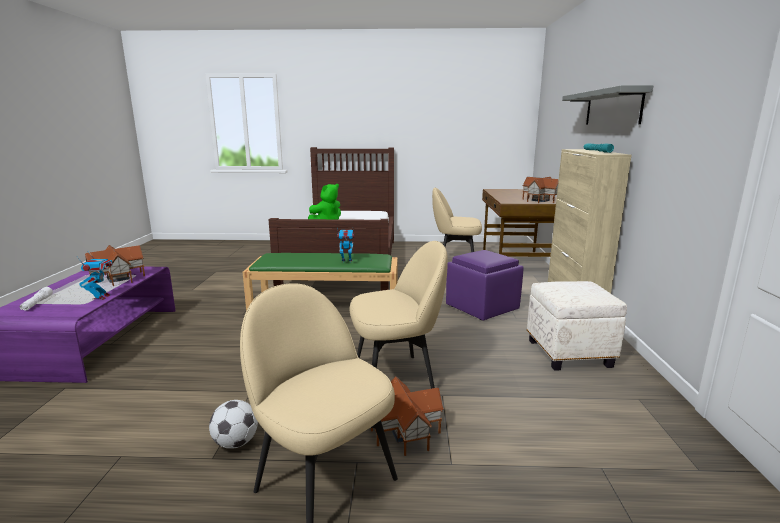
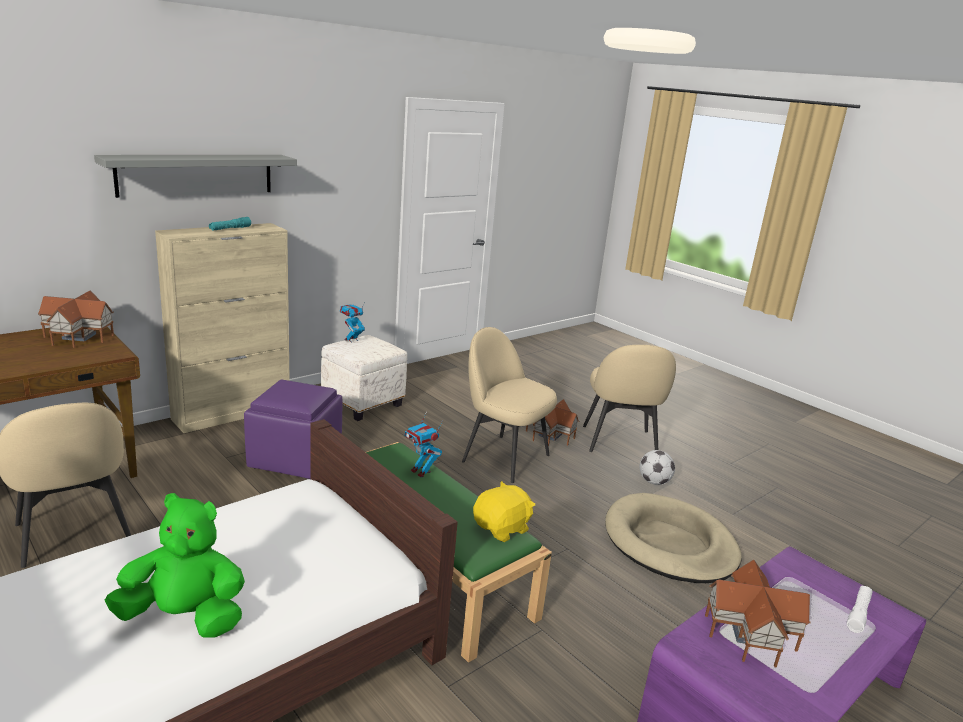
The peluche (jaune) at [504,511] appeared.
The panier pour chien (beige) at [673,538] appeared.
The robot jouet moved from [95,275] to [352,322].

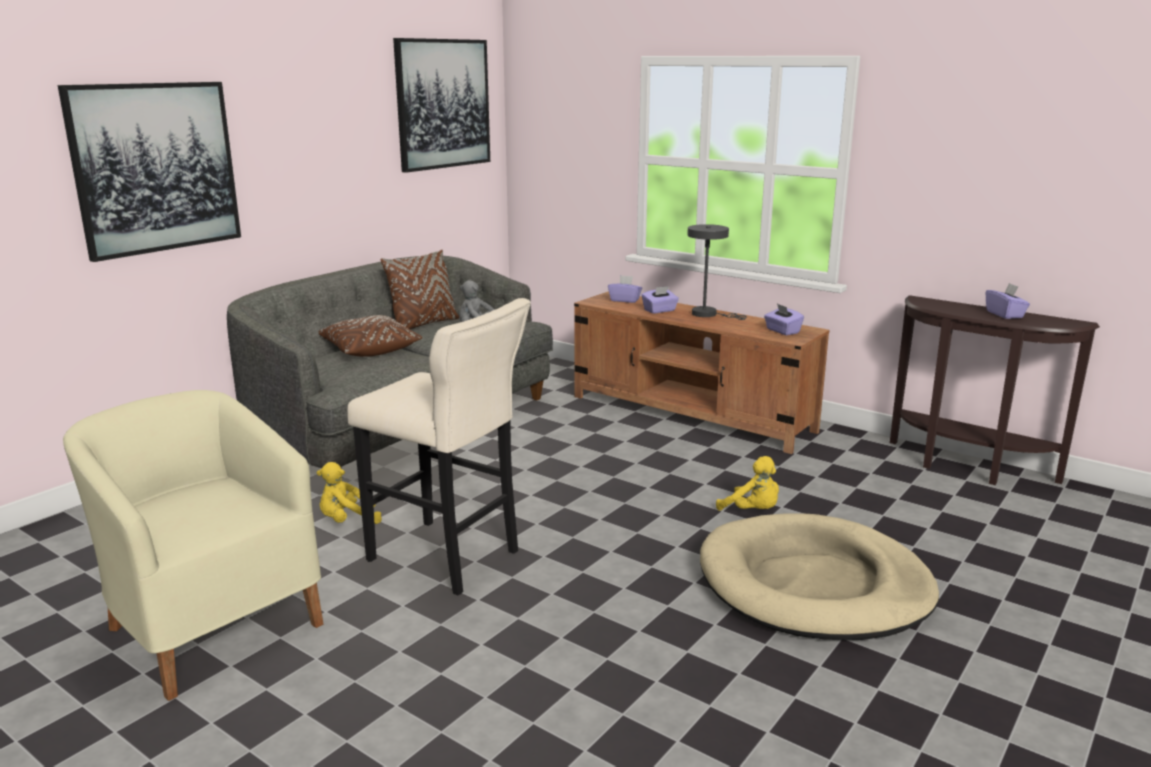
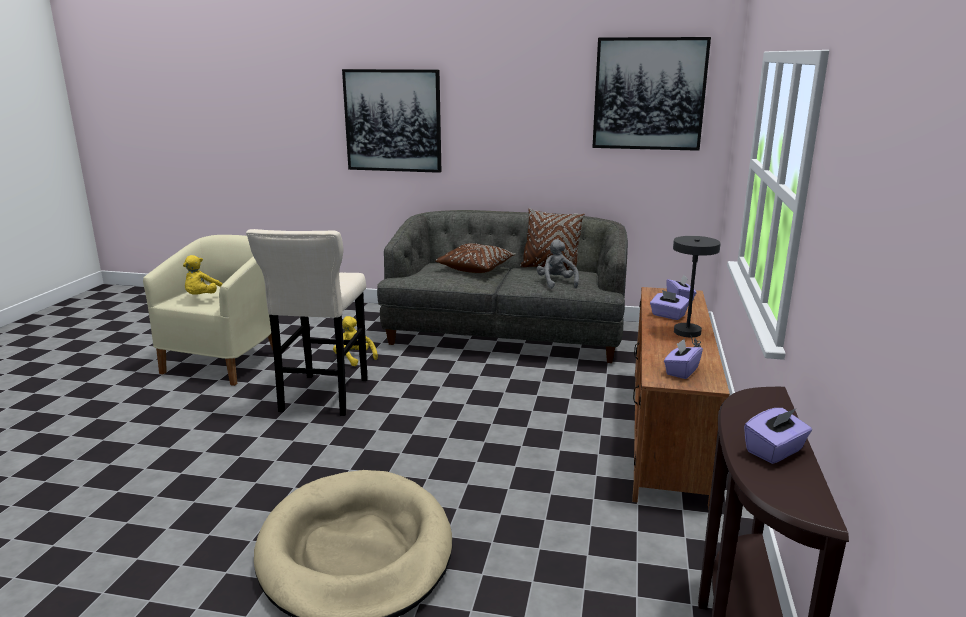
The peluche (jaune) moved from [747,483] to [202,275].

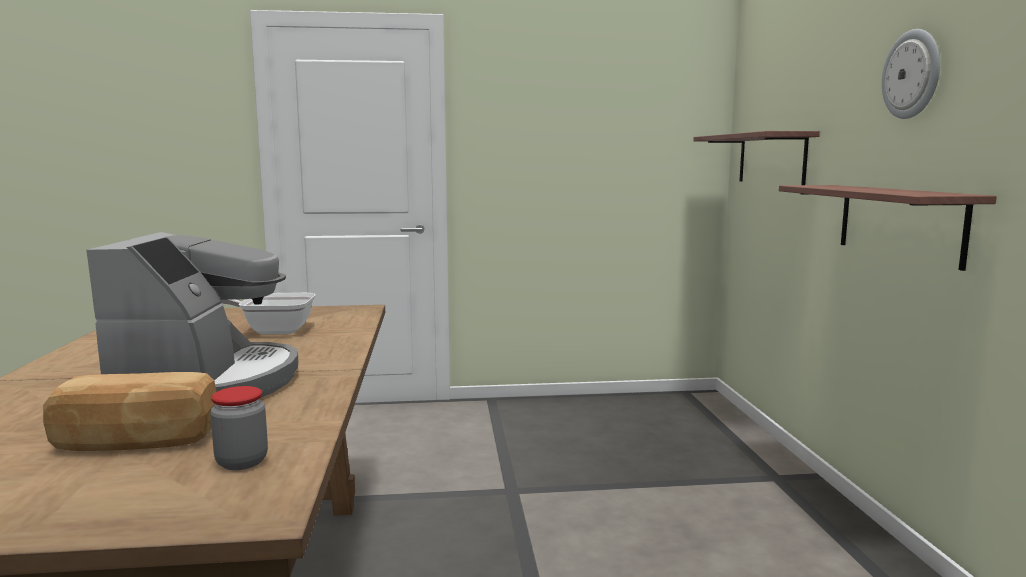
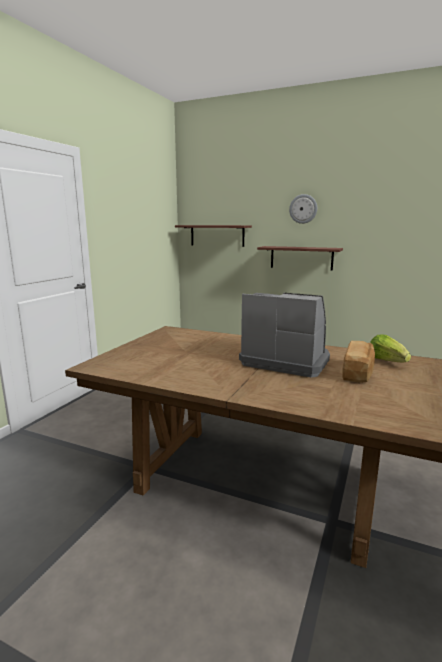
The poêle at [268,314] disappeared.
The bocal at [239,428] was replaced by the laitue at [390,348].

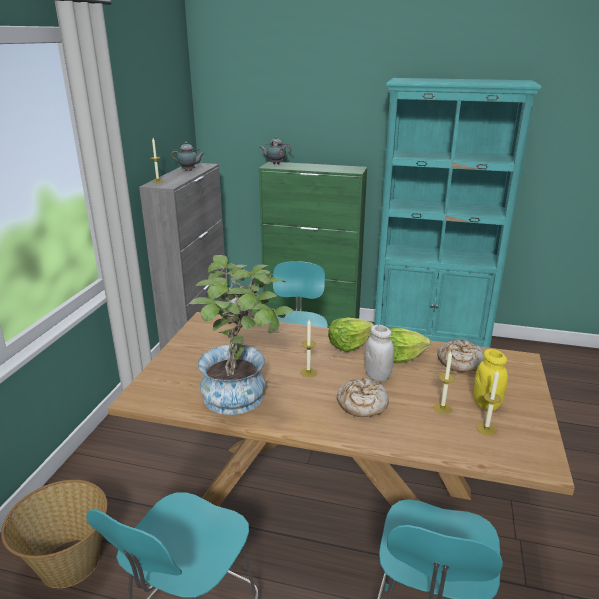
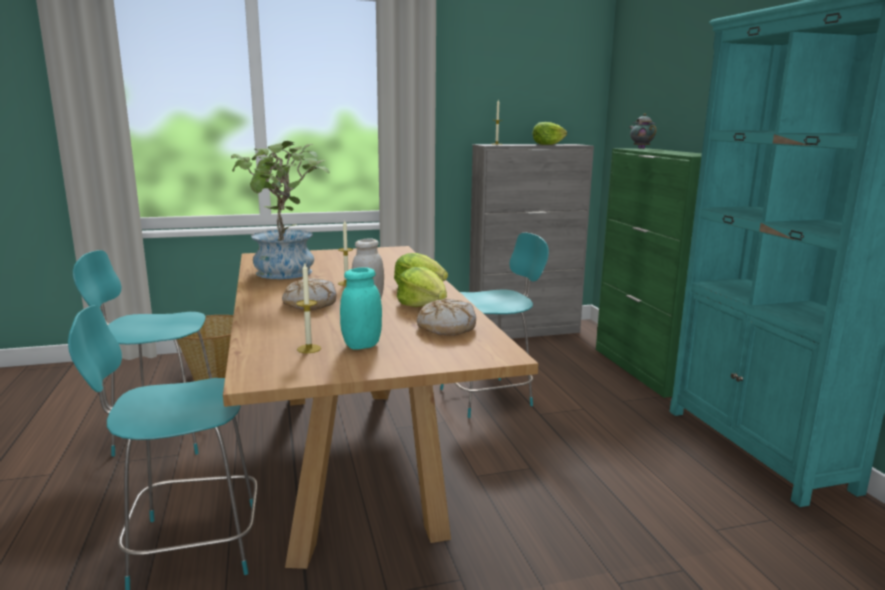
The bougie at [444,382] disappeared.
The théière at [188,156] was replaced by the laitue at [549,133].
The bocal (jaune) at [491,380] became the bocal (turquoise) at [361,308].

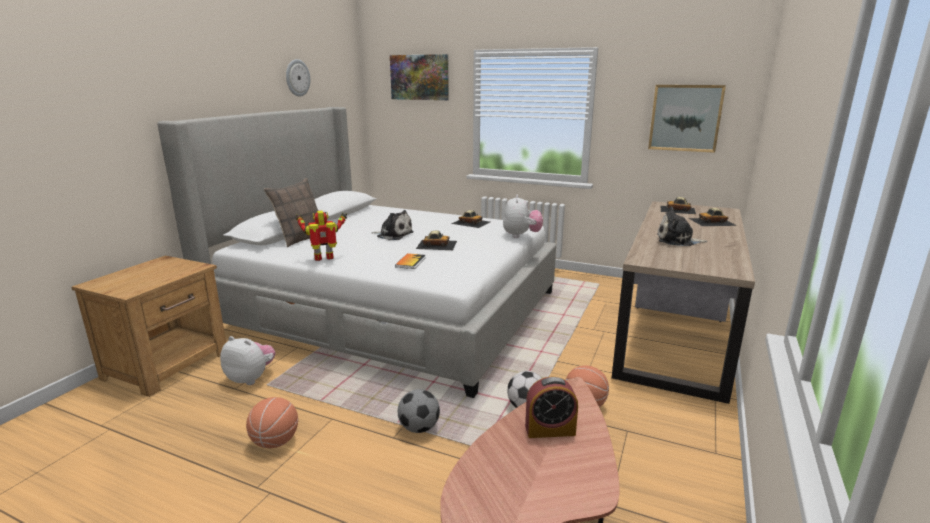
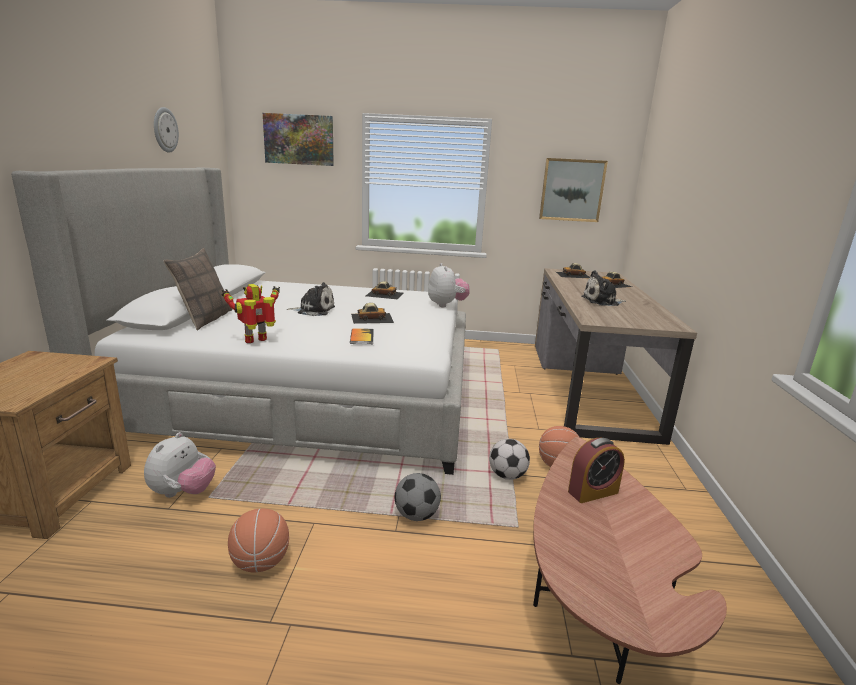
The peluche at [247,360] turned 105 degrees clockwise.

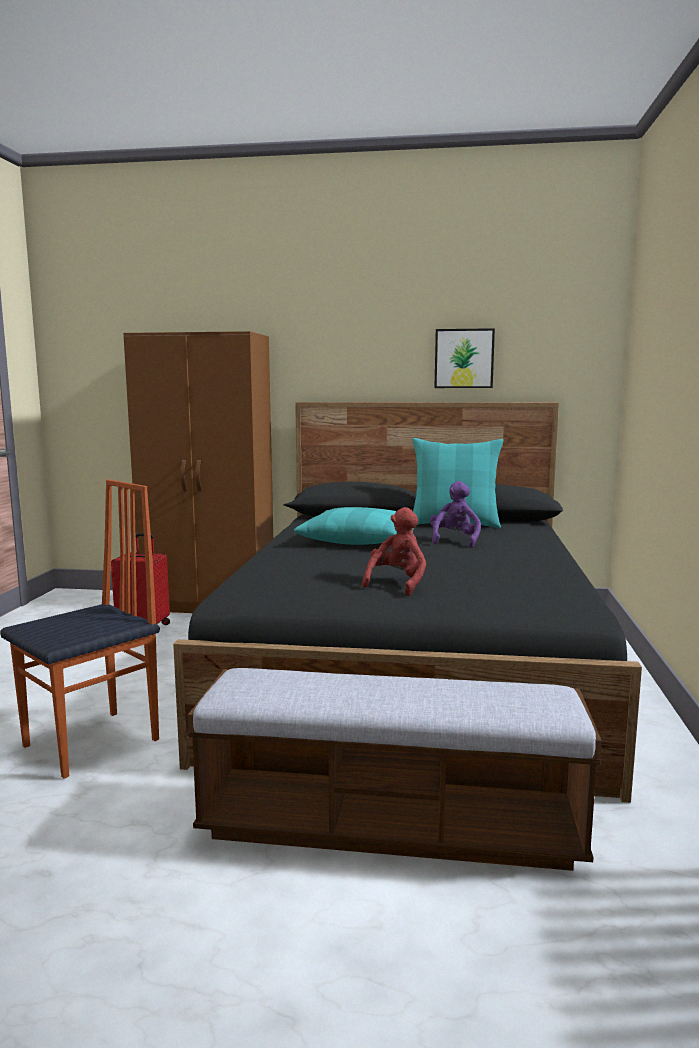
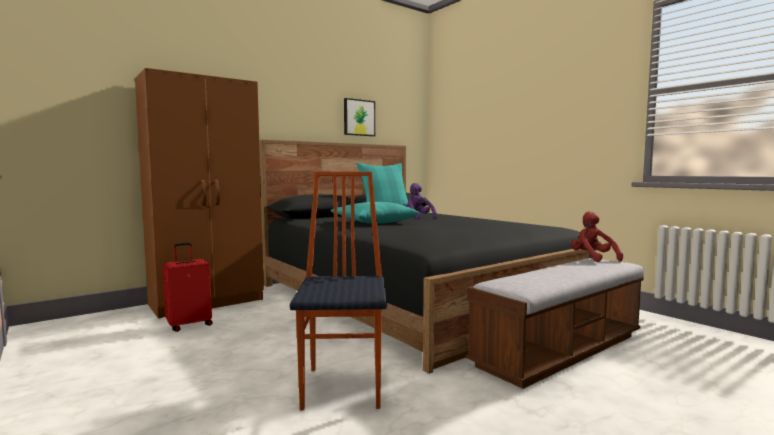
The peluche (rouge) moved from [394,551] to [597,236].

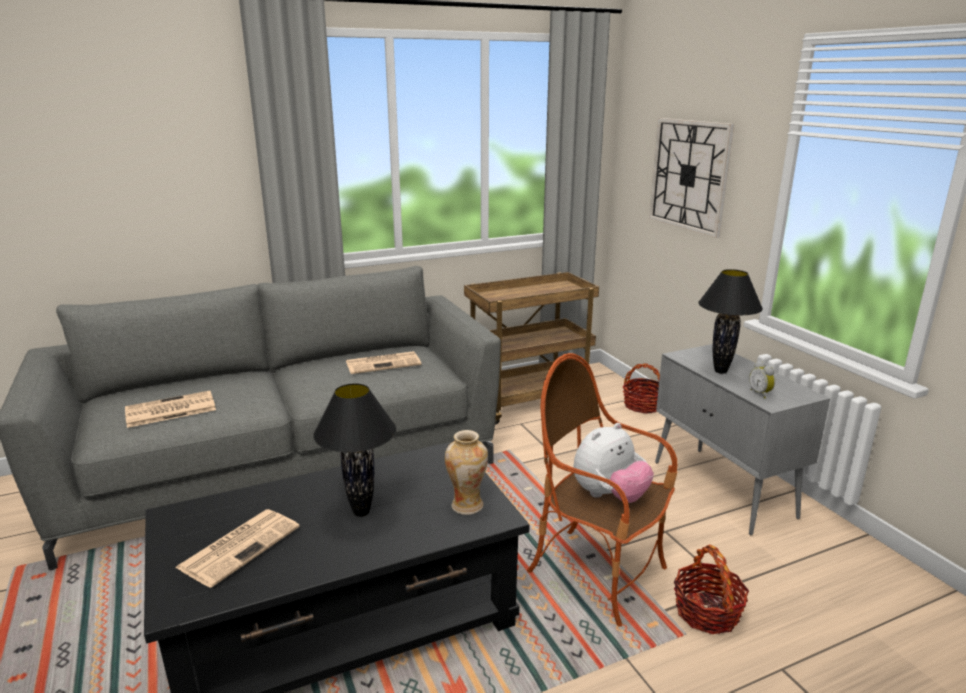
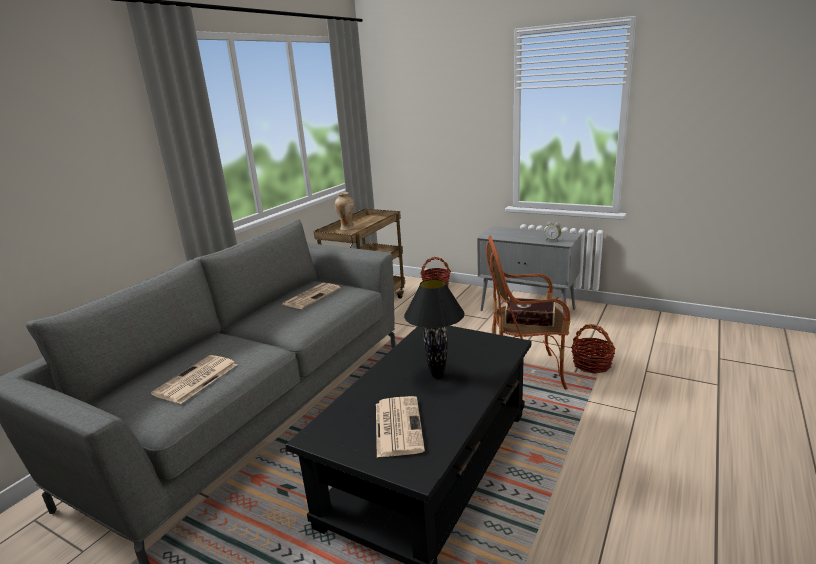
The horloge murale at [691,178] disappeared.
The lampe de table (noir) at [730,321] disappeared.
The vase moved from [466,472] to [345,211].
The peluche at [613,463] was replaced by the livre at [530,312].

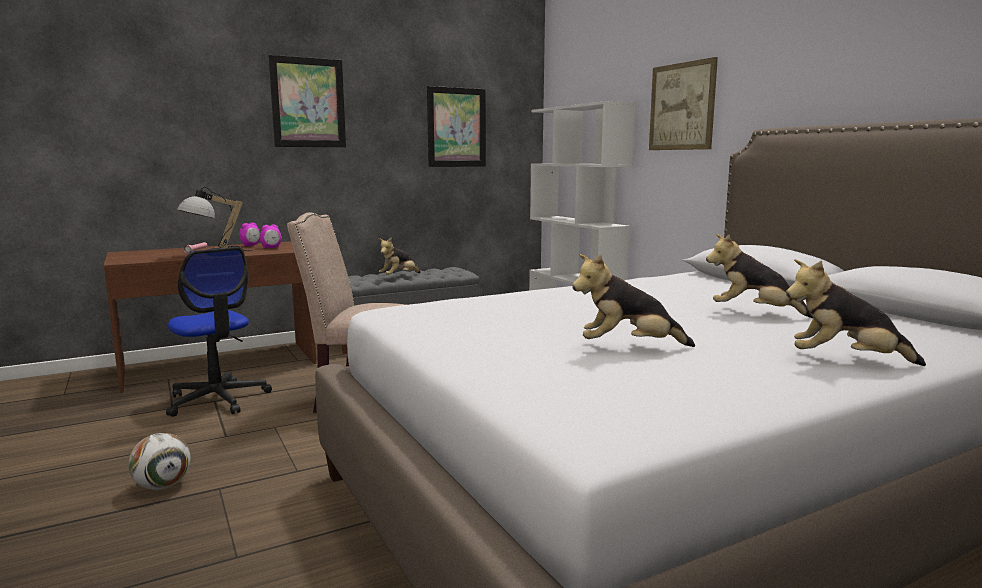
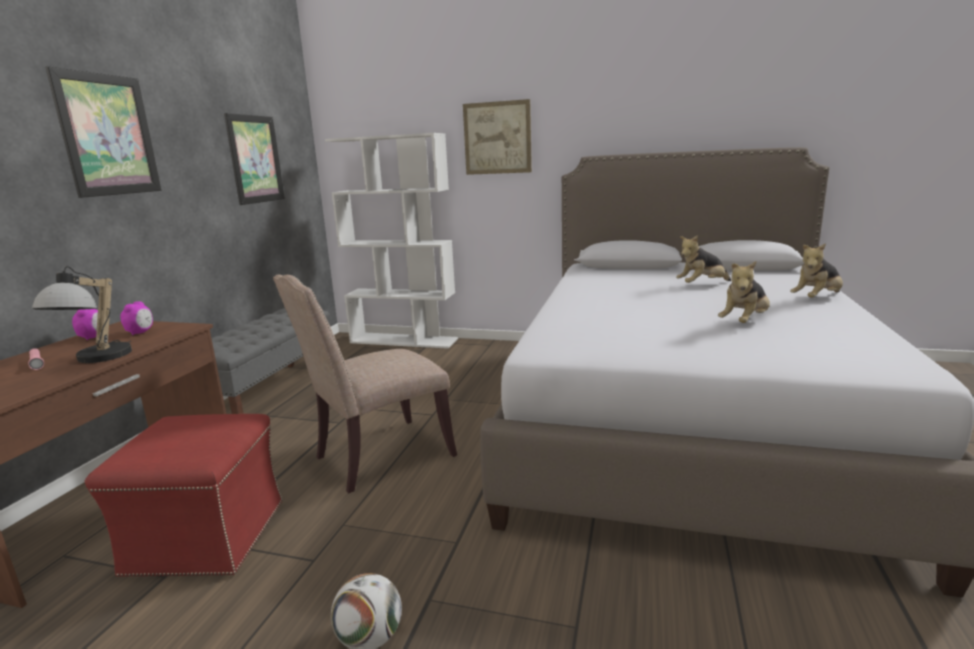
The peluche at [400,256] disappeared.
The chaise de bureau at [219,332] was replaced by the pouf (rouge) at [184,495].

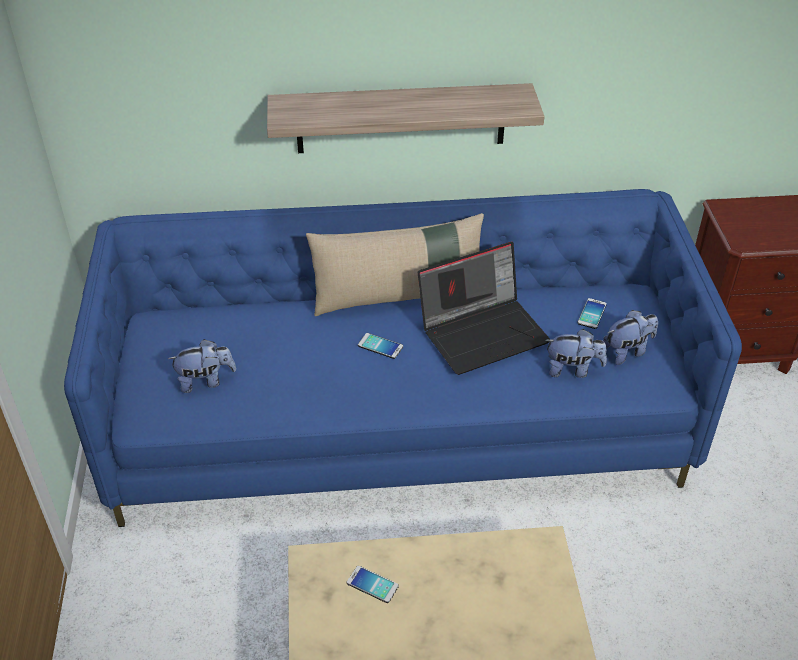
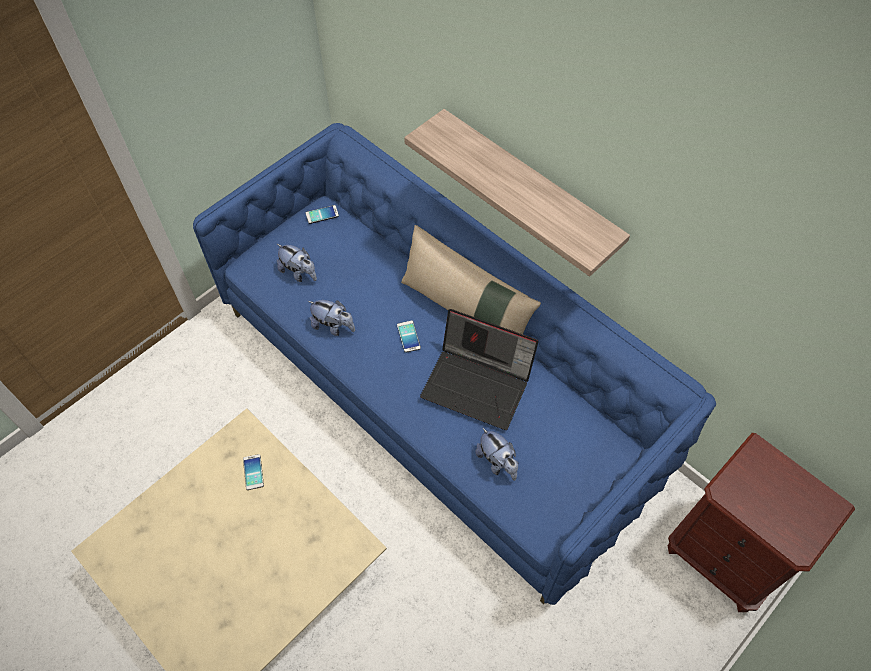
The téléphone moved from [592,313] to [322,214].
The peluche moved from [630,337] to [331,318].

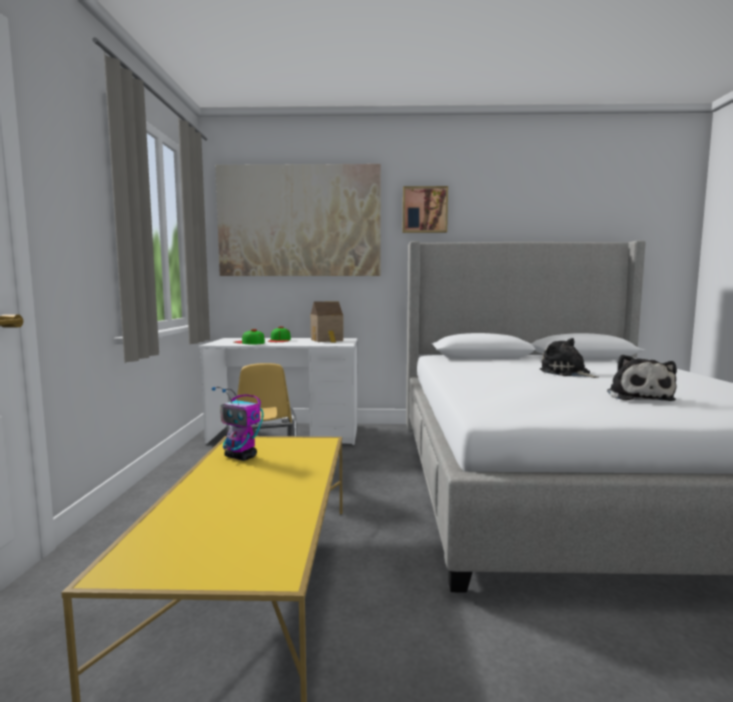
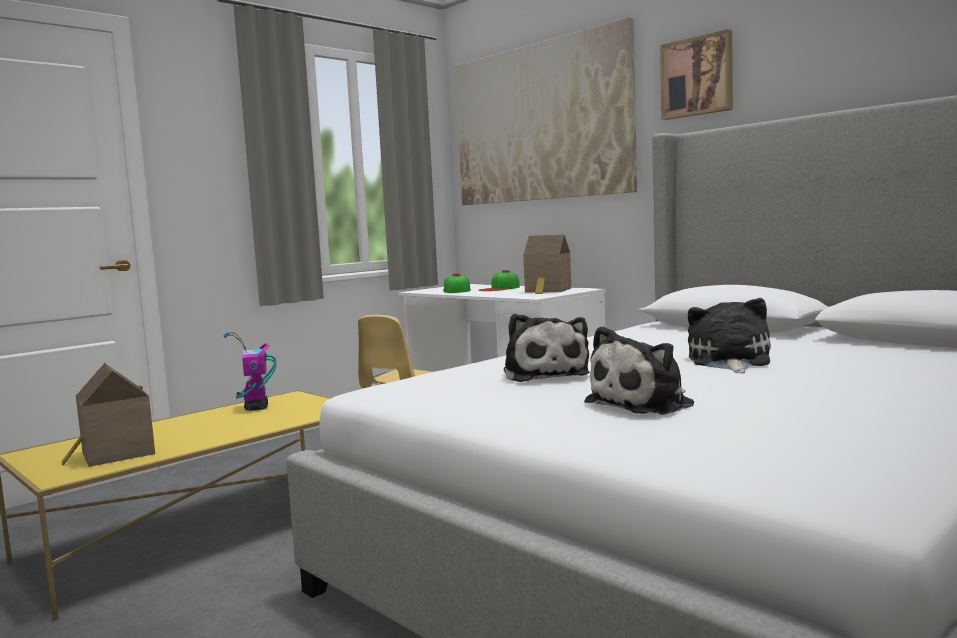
The maison miniature at [108,415] appeared.
The peluche at [547,348] appeared.

